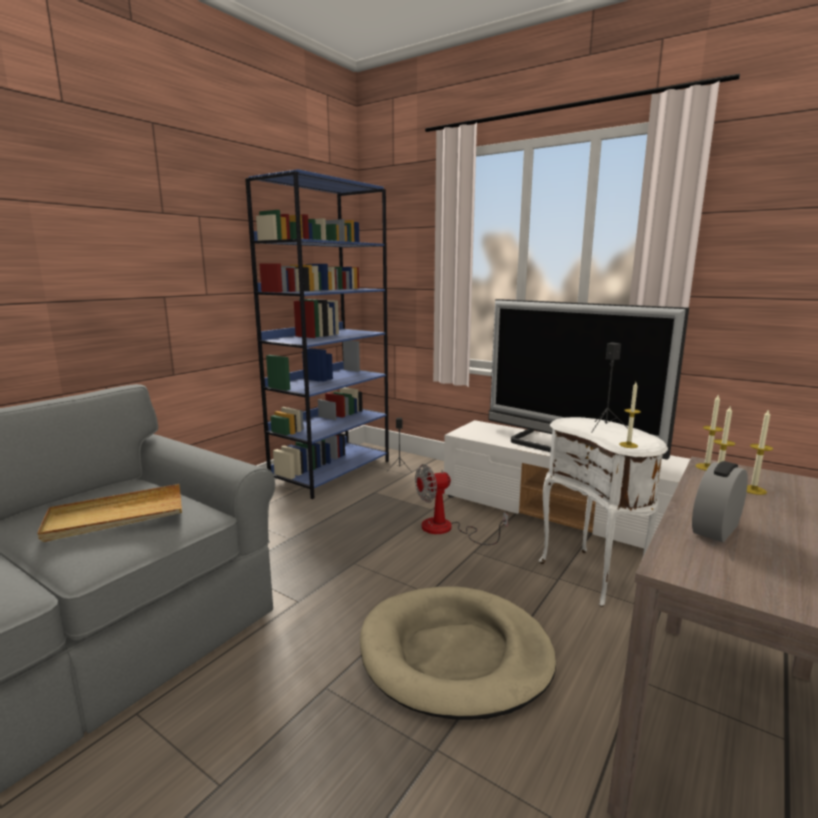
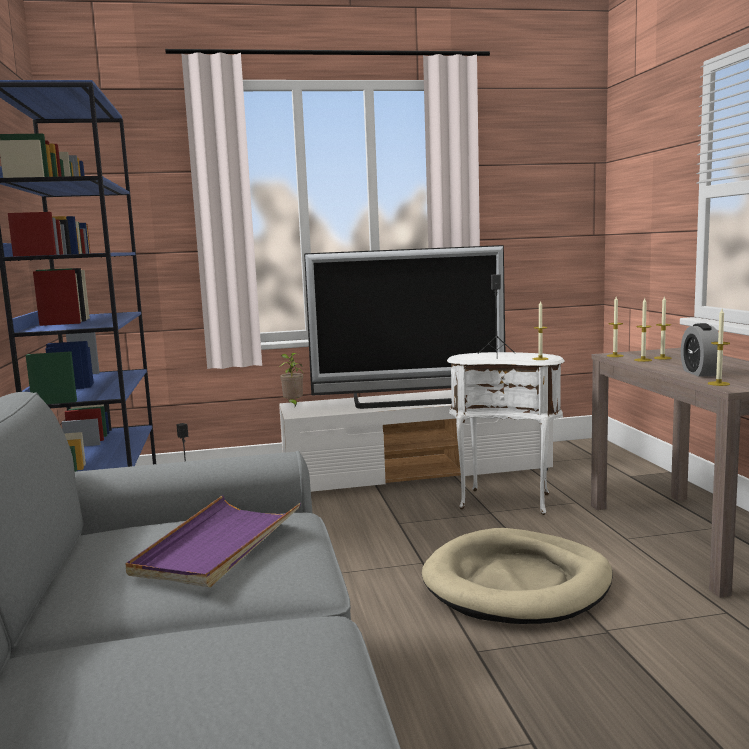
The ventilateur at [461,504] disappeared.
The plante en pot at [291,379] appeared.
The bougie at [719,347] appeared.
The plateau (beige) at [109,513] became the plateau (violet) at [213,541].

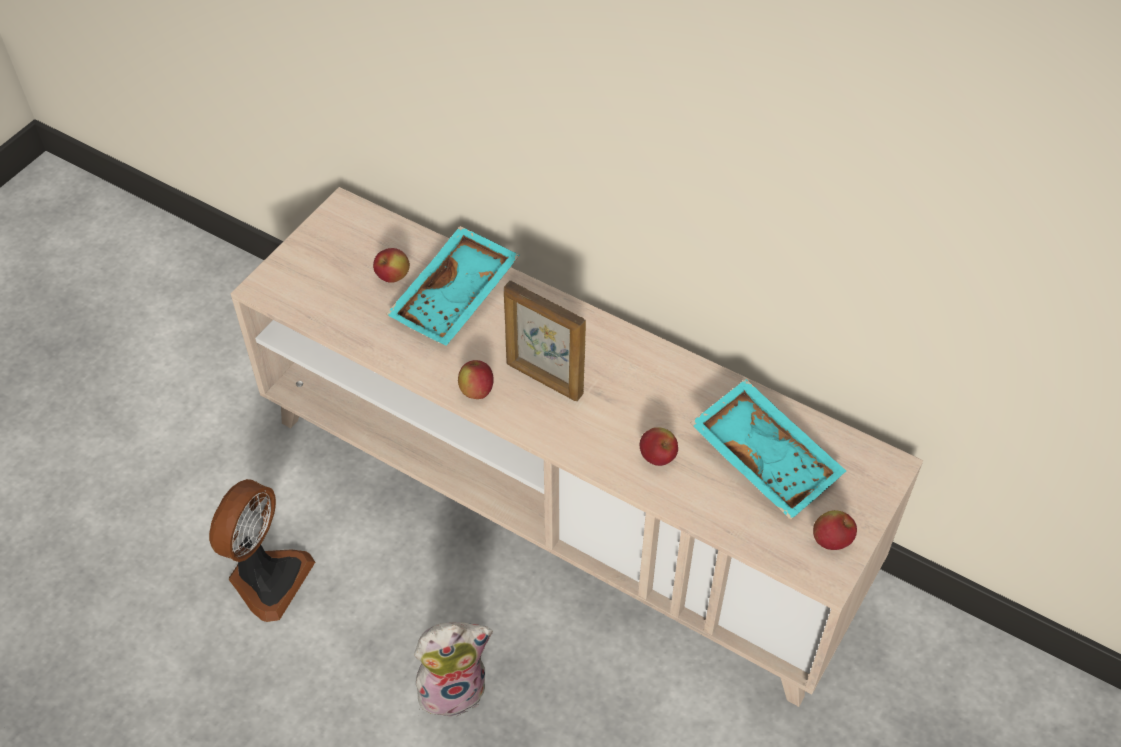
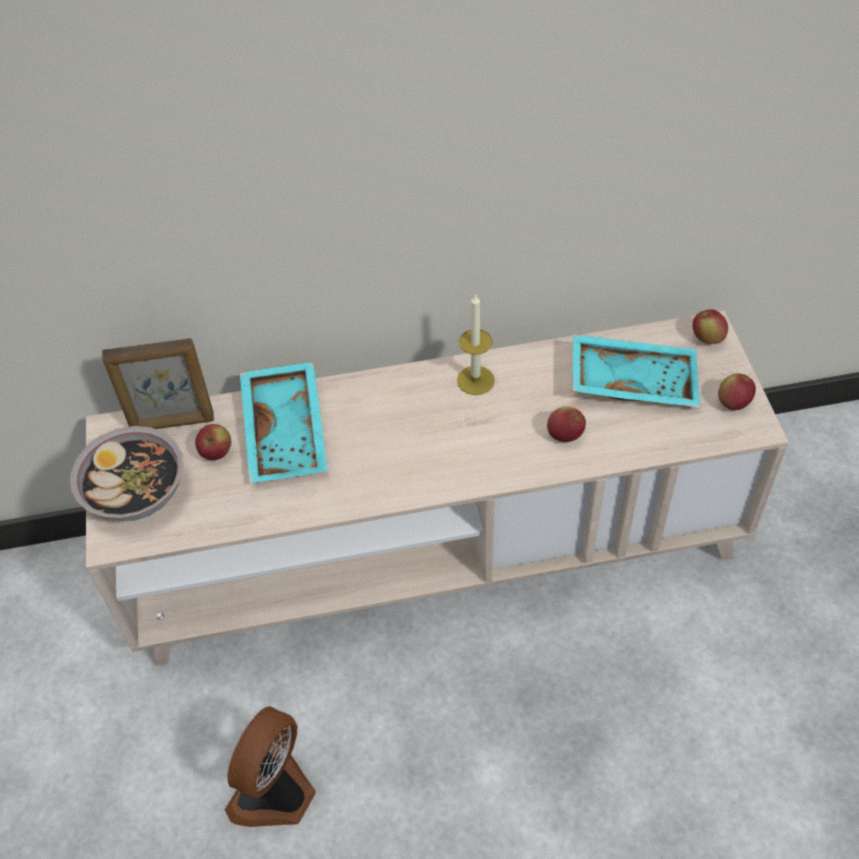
The peluche at [453,669] disappeared.
The bol at [127,473] appeared.
The bougie at [476,344] appeared.
The pomme moved from [476,379] to [710,326].
The cadre photo moved from [545,341] to [158,383].
The ventilateur at [262,550] turned 135 degrees counterclockwise.

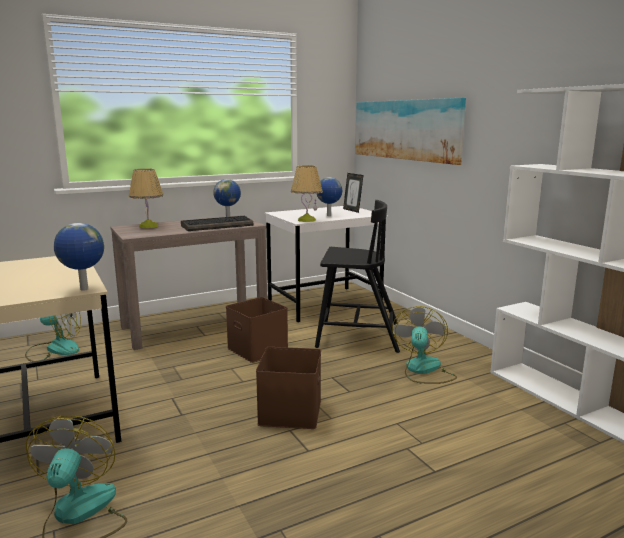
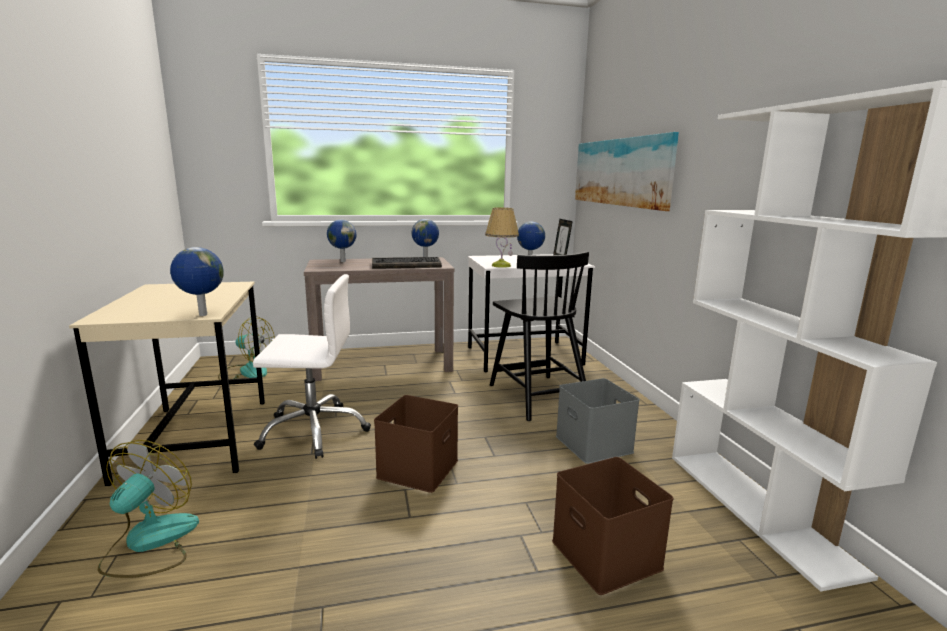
The chaise de bureau (blanc) at [312,366] appeared.
The boîte de rangement (marron) moved from [257,330] to [613,526].
The lampe de table at [146,198] was replaced by the globe at [341,241].
The ventilateur at [424,345] was replaced by the boîte de rangement (gris) at [598,421].
The chaise (noir) at [357,276] turned 45 degrees clockwise.

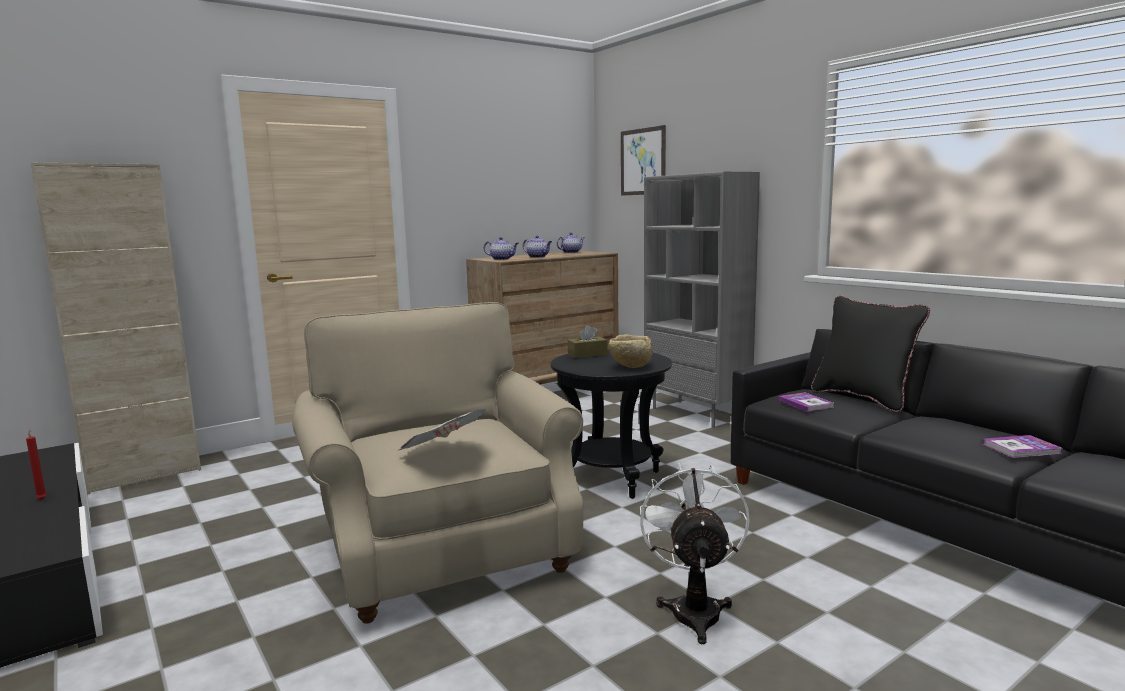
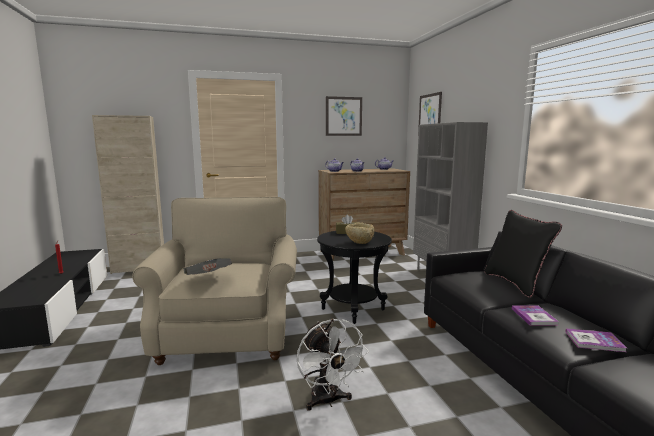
The tableau at [344,116] appeared.
The livre moved from [806,402] to [535,315].
The ventilateur (blanc) at [695,553] turned 135 degrees clockwise.

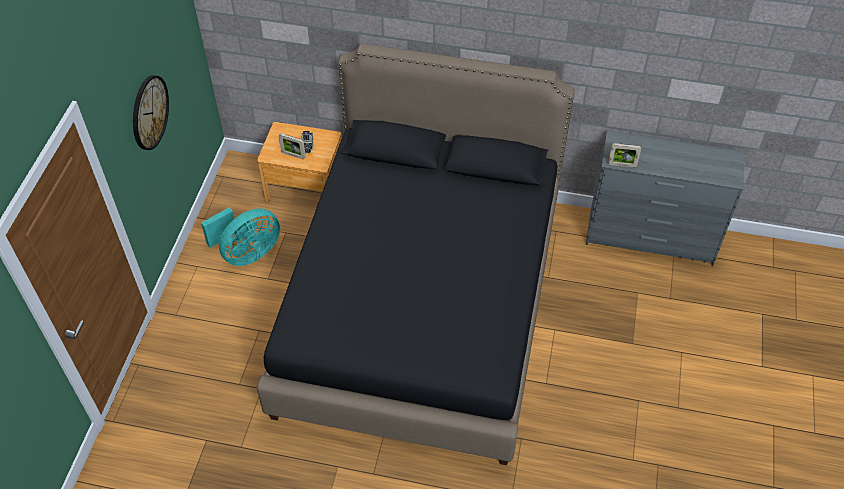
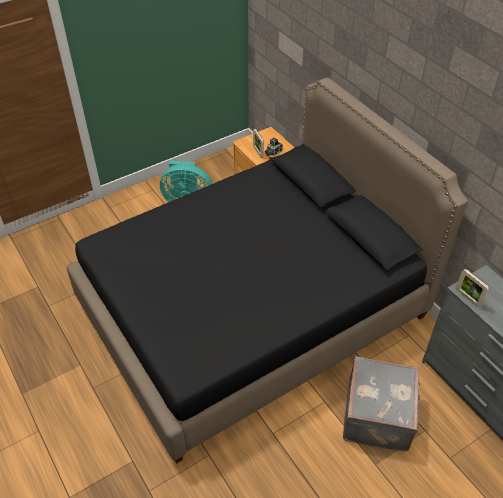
The horloge murale at [151,112] disappeared.
The valise (gris) at [381,403] appeared.

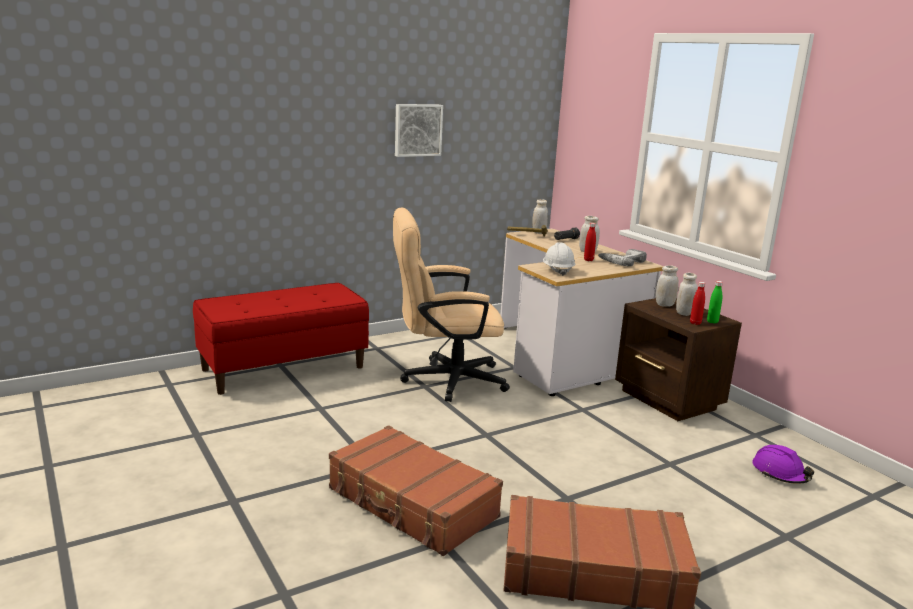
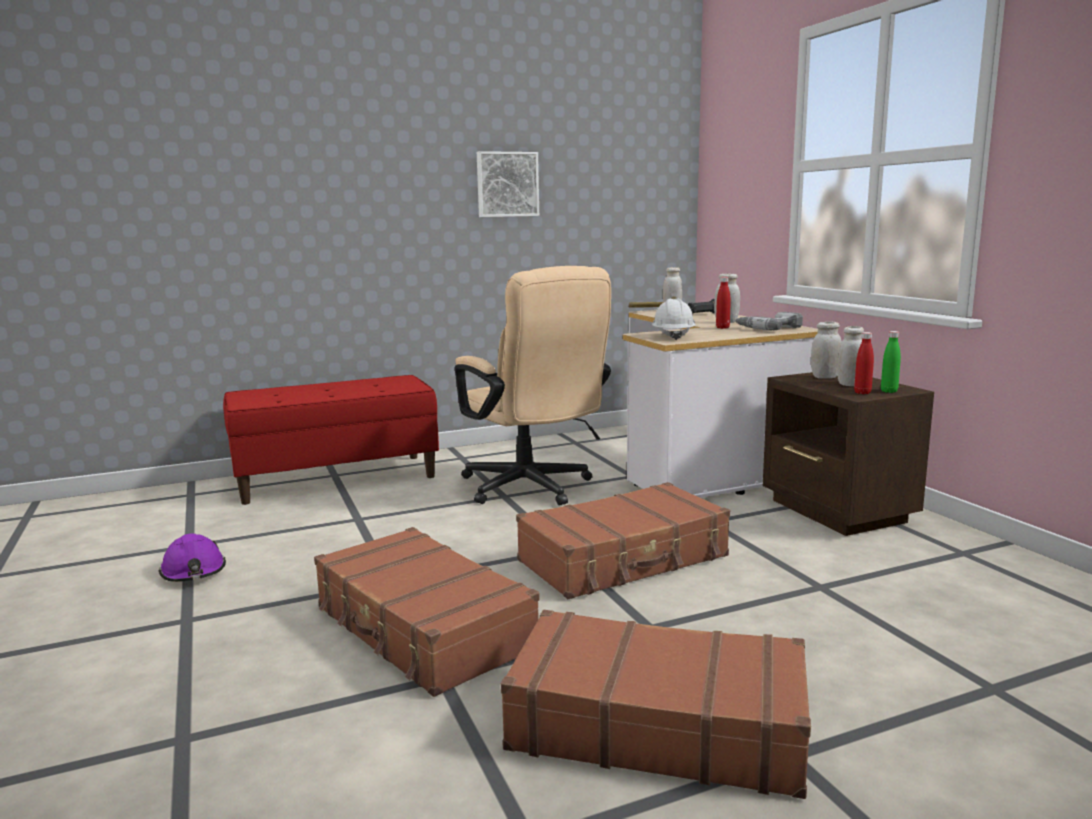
The valise (marron) at [623,540] appeared.
The casque de chantier (violet) moved from [783,464] to [192,557].
The chaise de bureau (beige) at [451,304] turned 120 degrees counterclockwise.

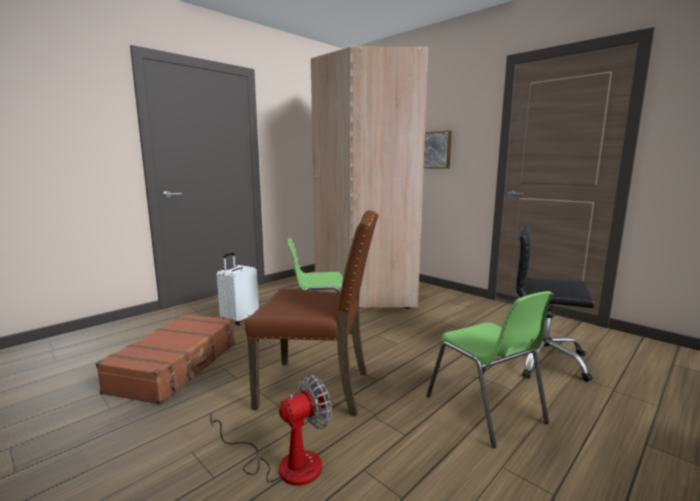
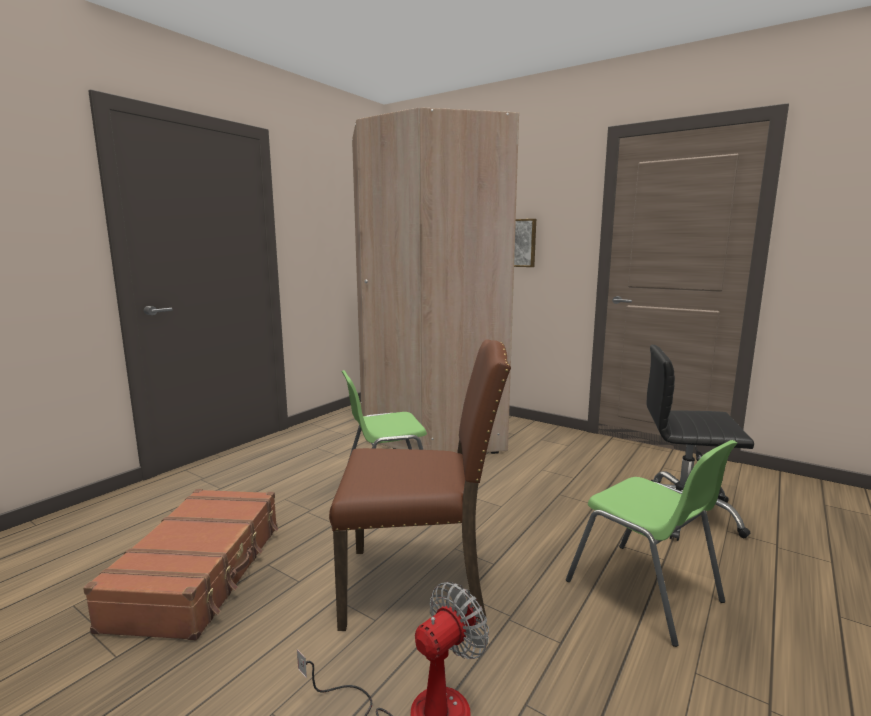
The valise (blanc) at [238,289] disappeared.

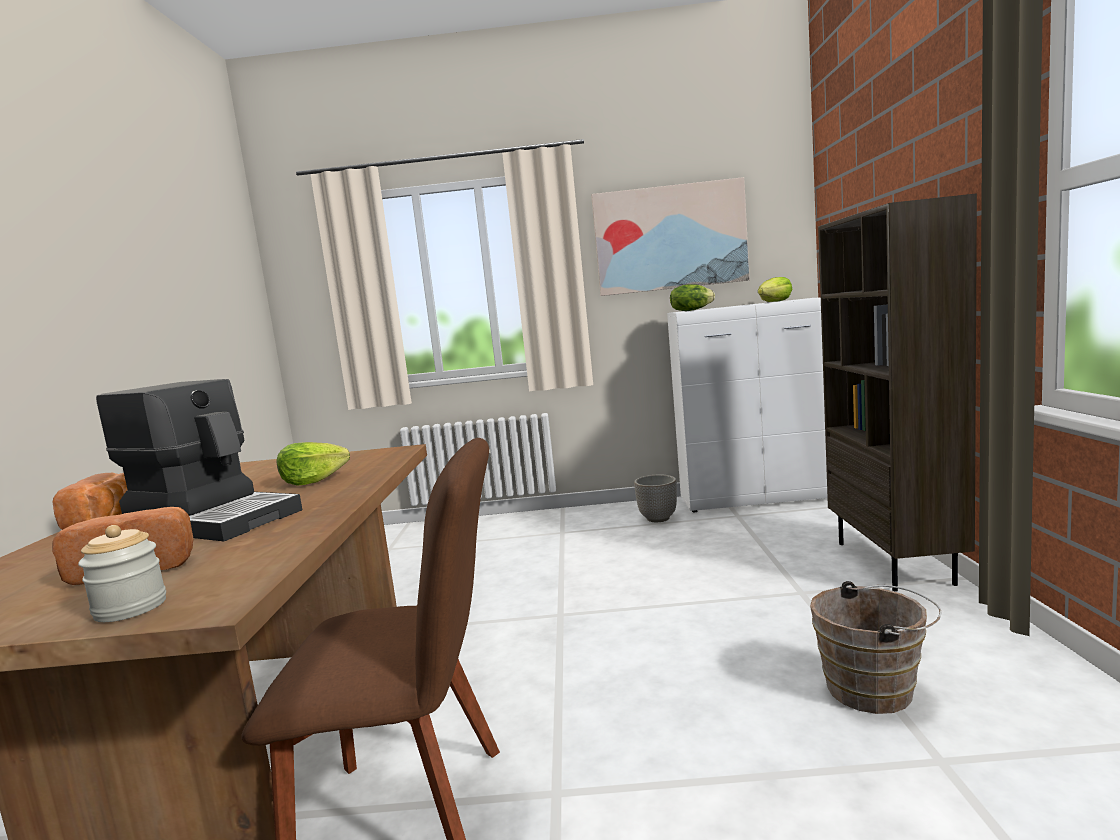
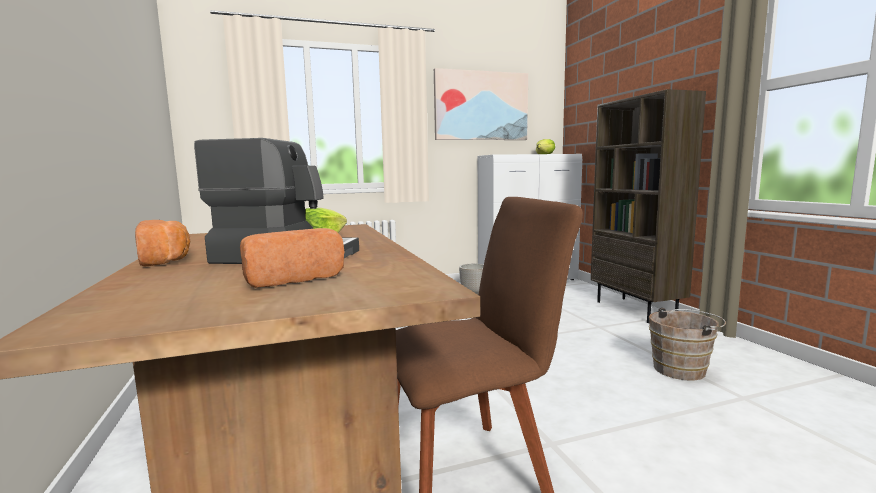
The bocal at [122,573] disappeared.
The laitue at [692,297] disappeared.

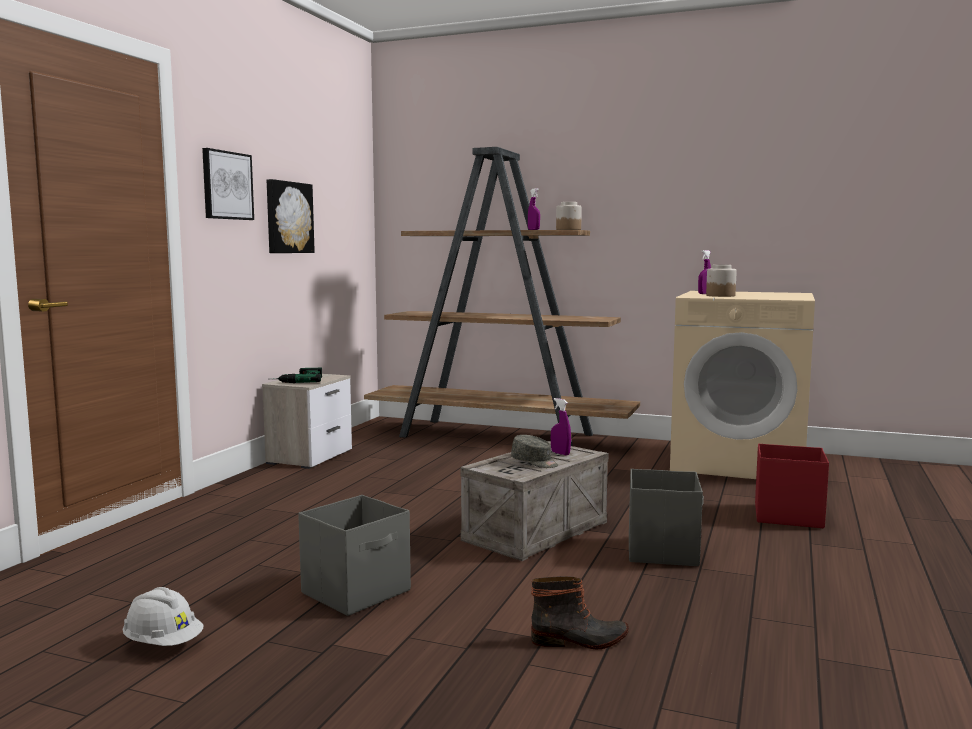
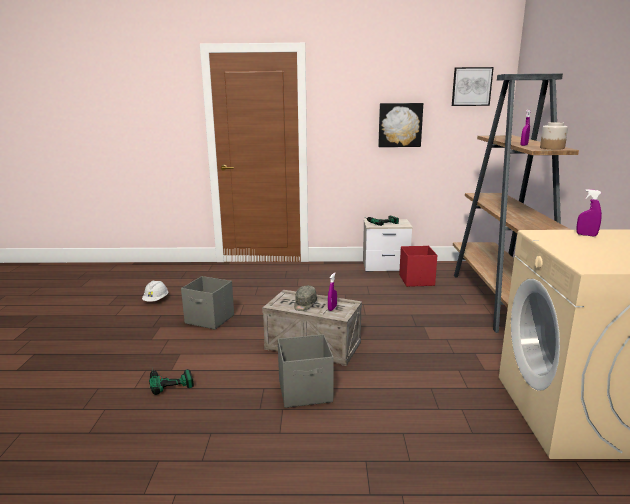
The bocal at [721,281] disappeared.
The tableau moved from [228,184] to [473,86].
The boîte de rangement (rouge) moved from [792,486] to [418,266].
The botte at [580,612] was replaced by the perceuse at [171,381].

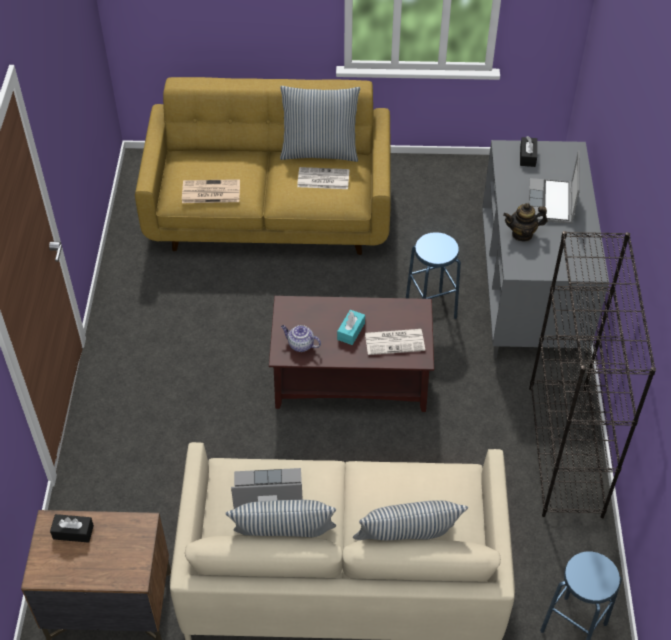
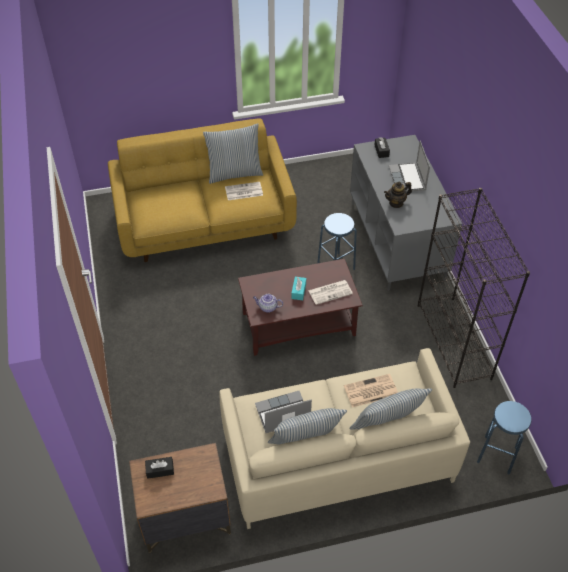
The journal moved from [211,191] to [371,391].

